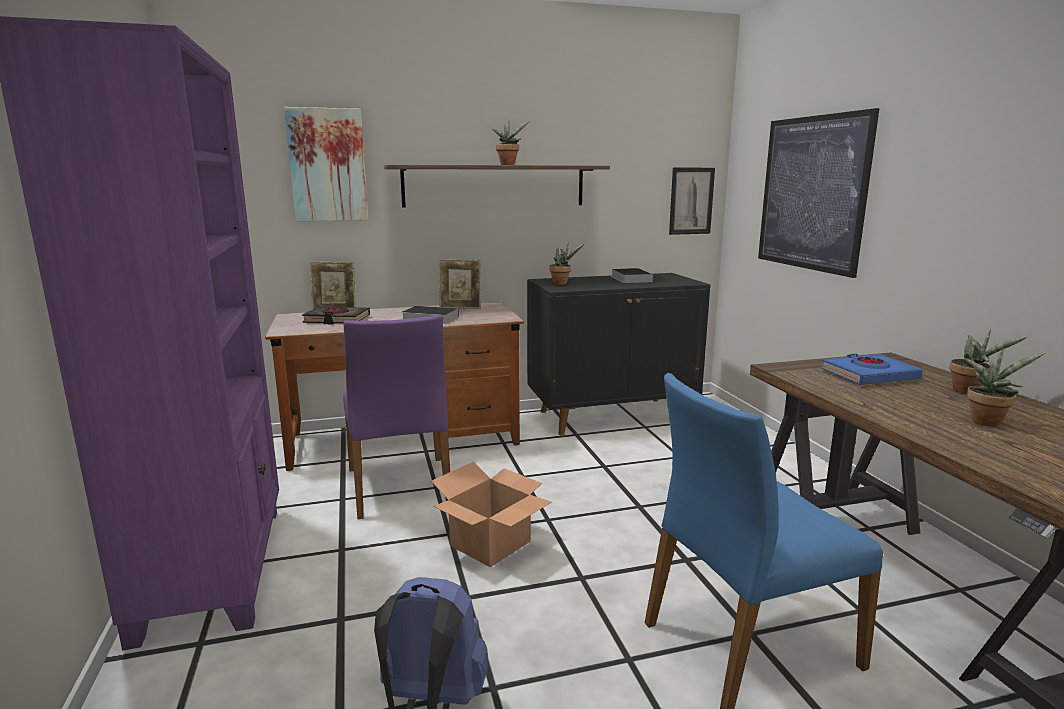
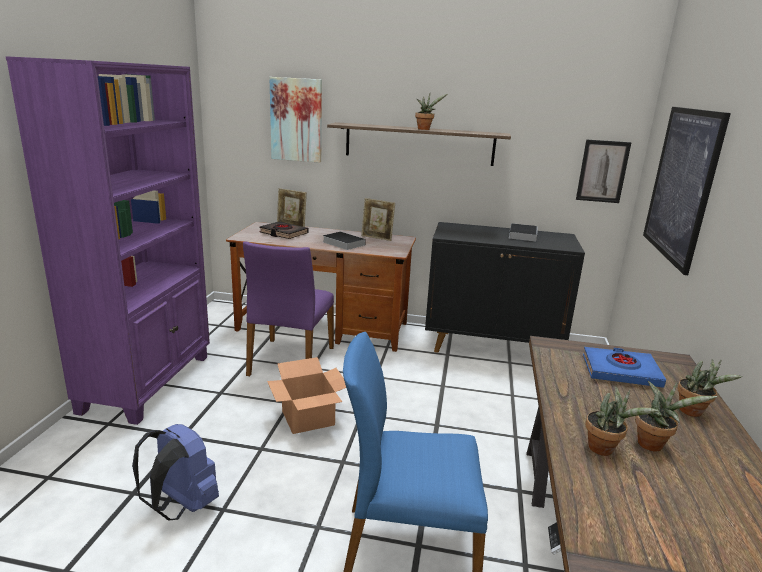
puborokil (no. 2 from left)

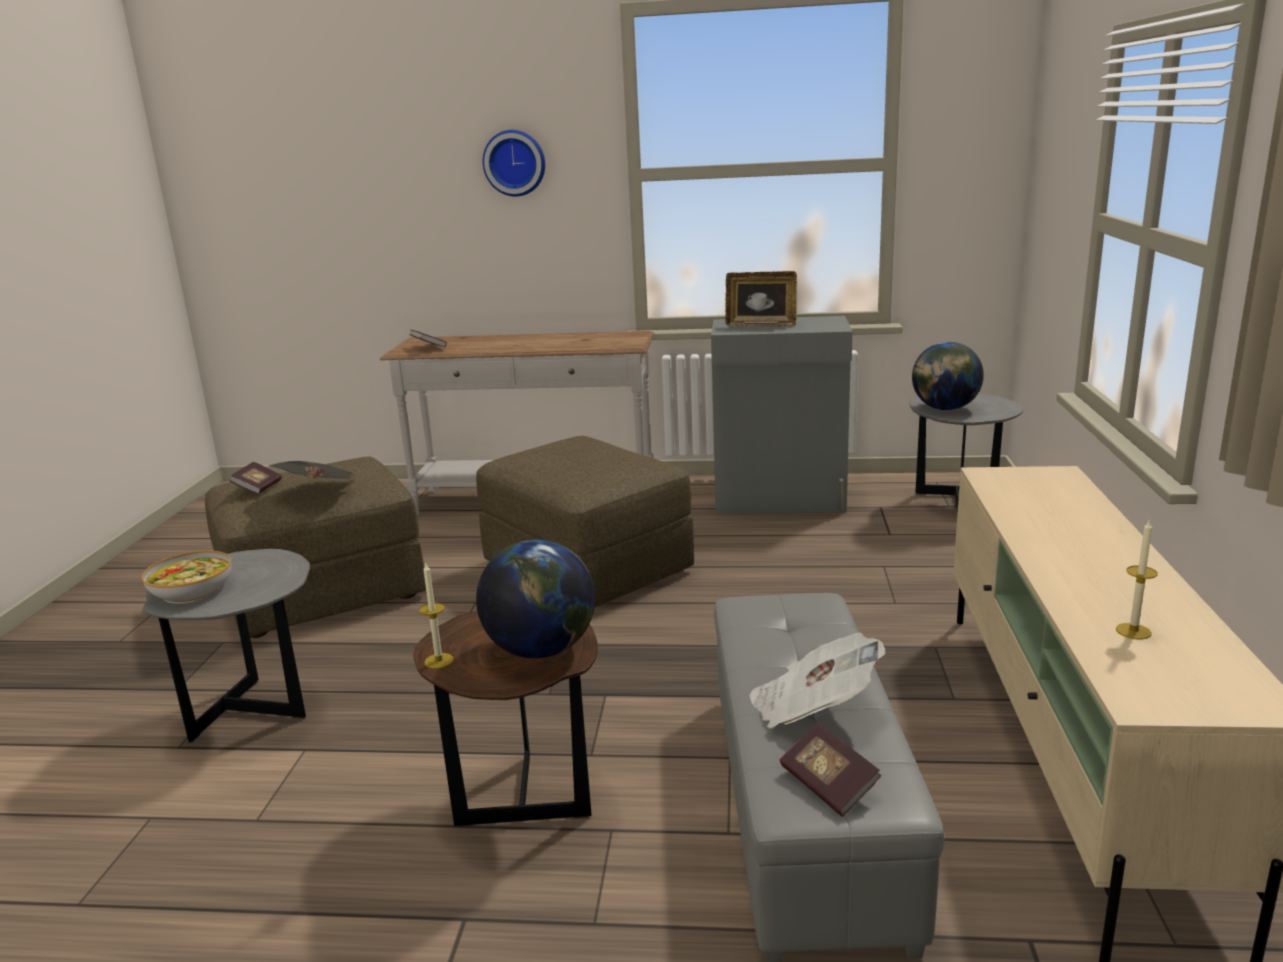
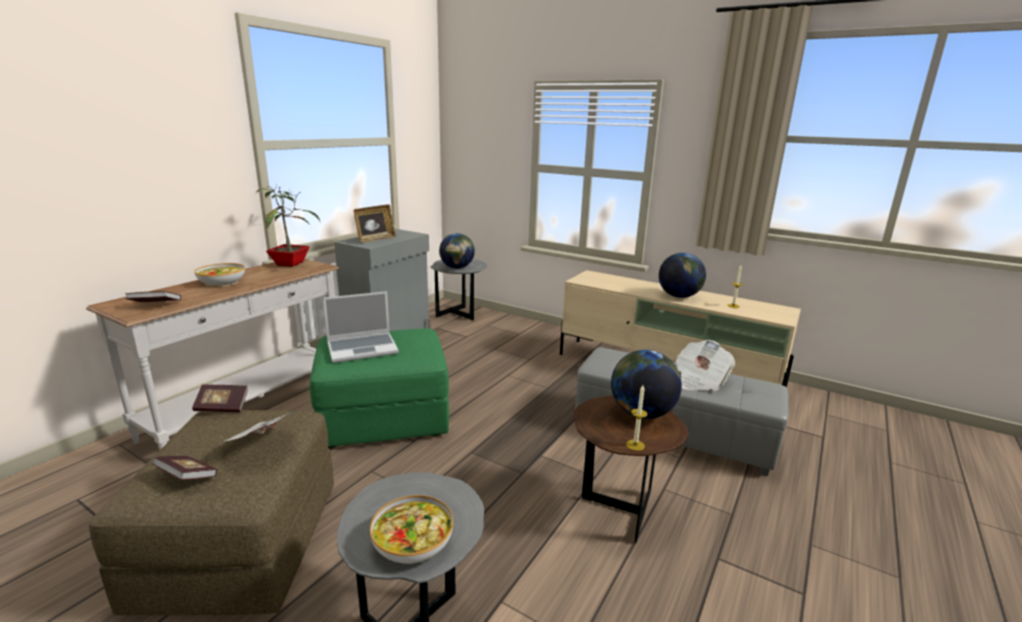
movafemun (no. 3 from left)
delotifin (no. 1 from left)
puborokil
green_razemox
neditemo
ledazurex (no. 3 from left)
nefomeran

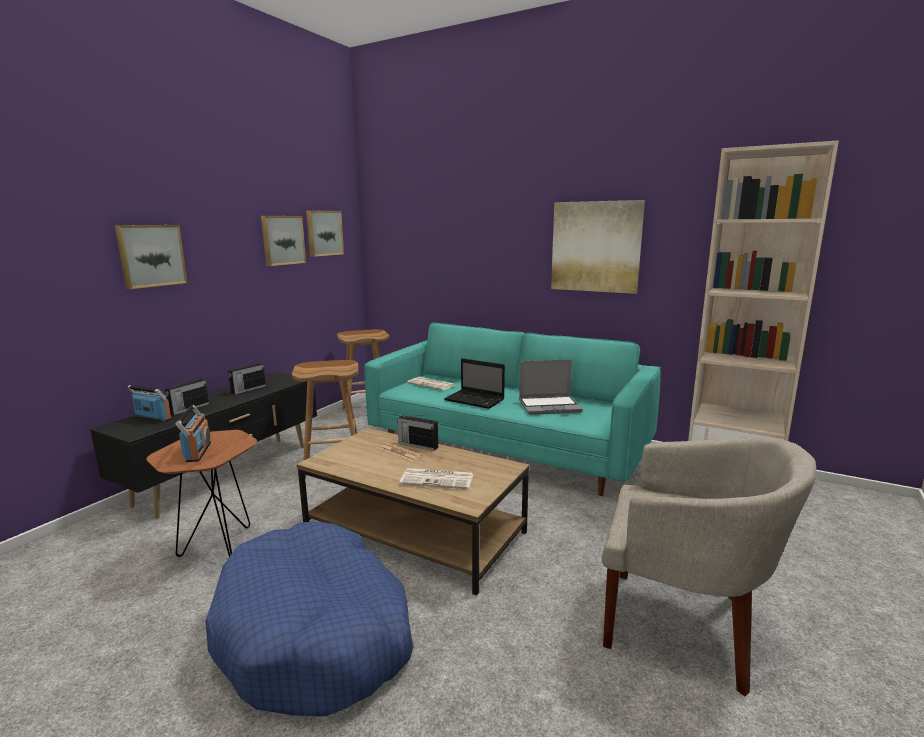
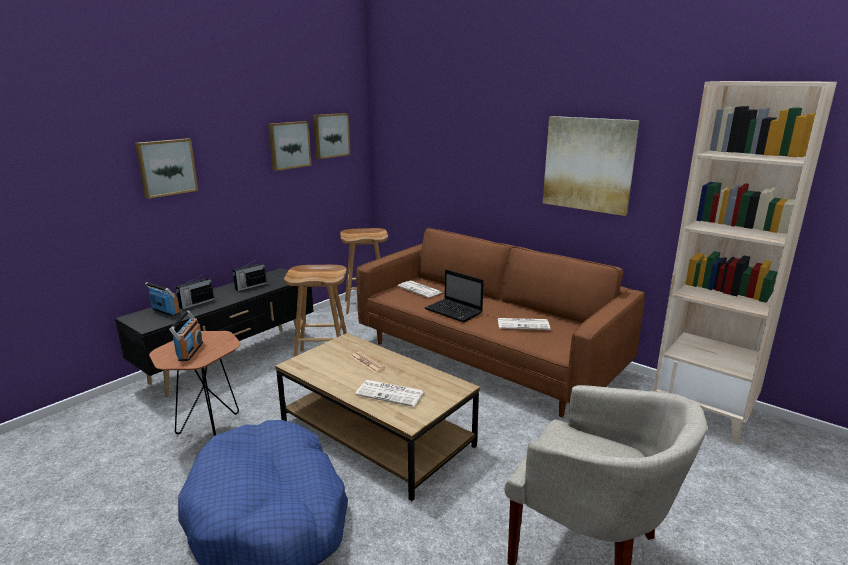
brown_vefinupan
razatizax (no. 4 from left)
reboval (no. 5 from left in the first image)

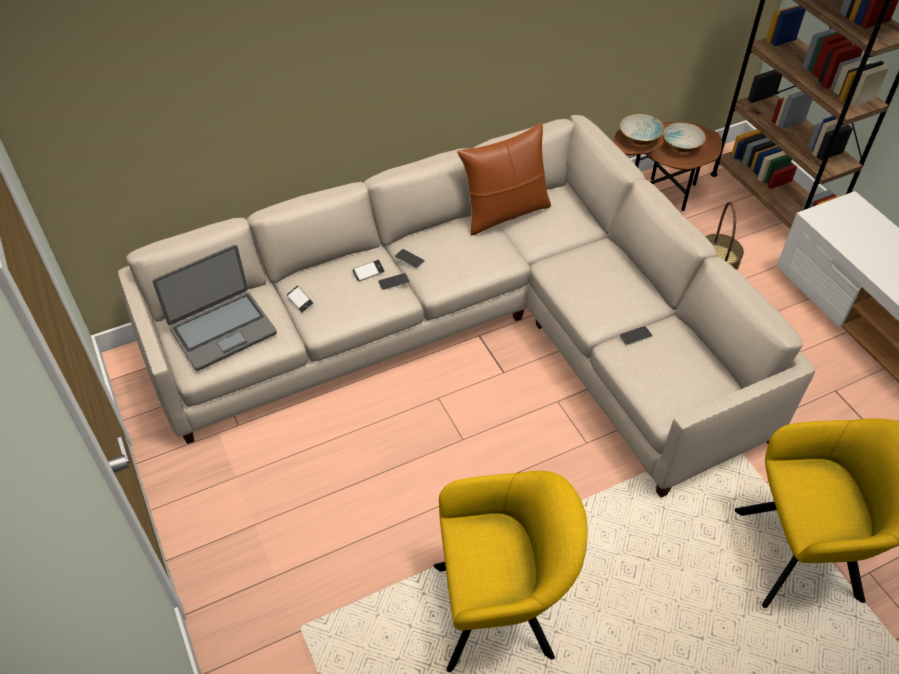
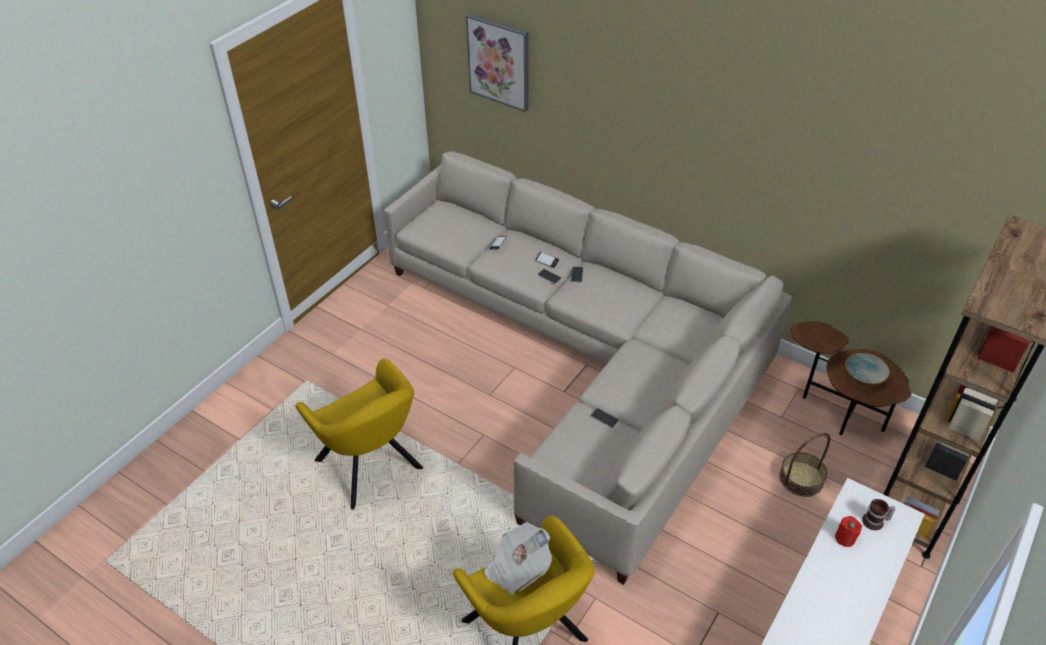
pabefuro
razatizax
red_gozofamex
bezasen
neditemo
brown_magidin
delotifin (no. 1 from left in the first image)

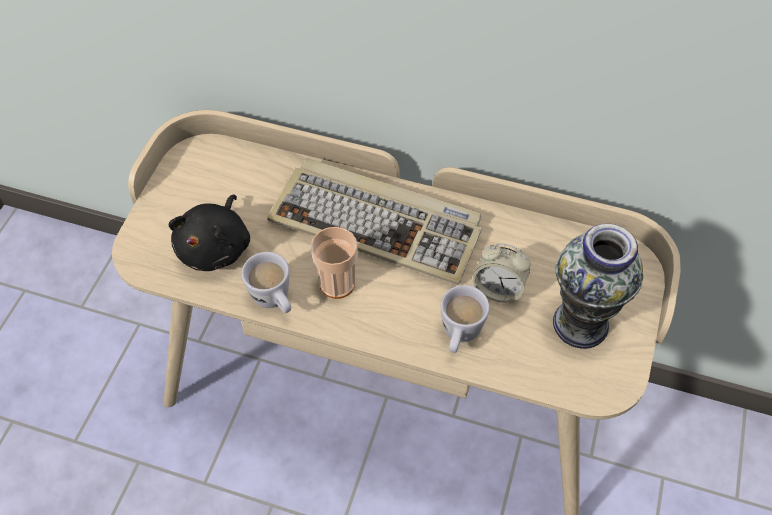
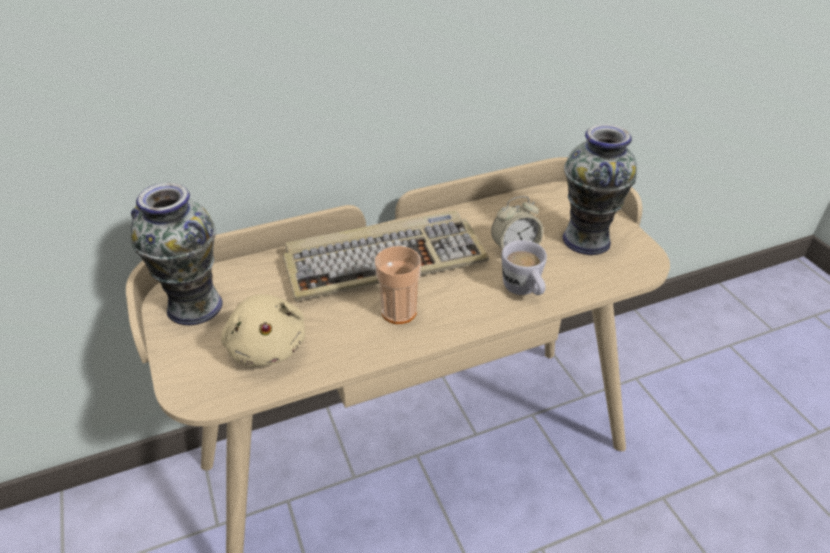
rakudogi (no. 1 from left)
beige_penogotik
white_bezasen (no. 1 from left in the first image)

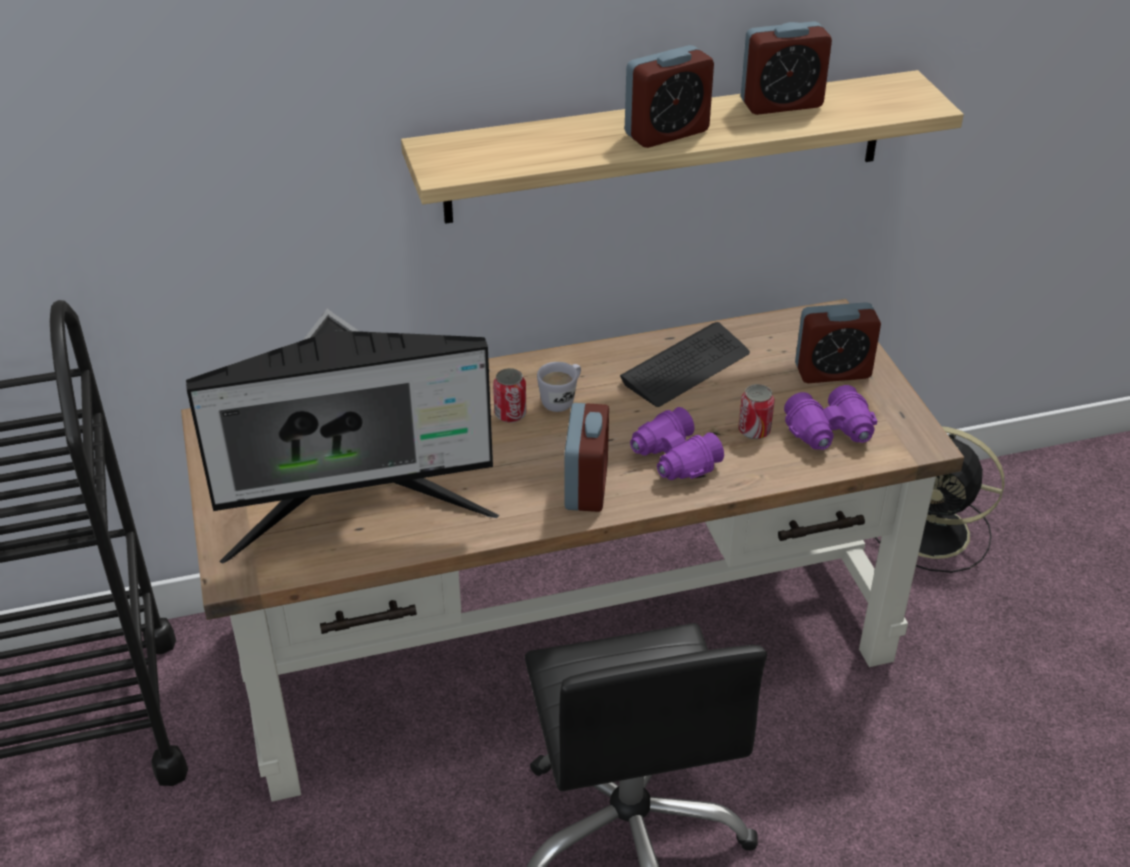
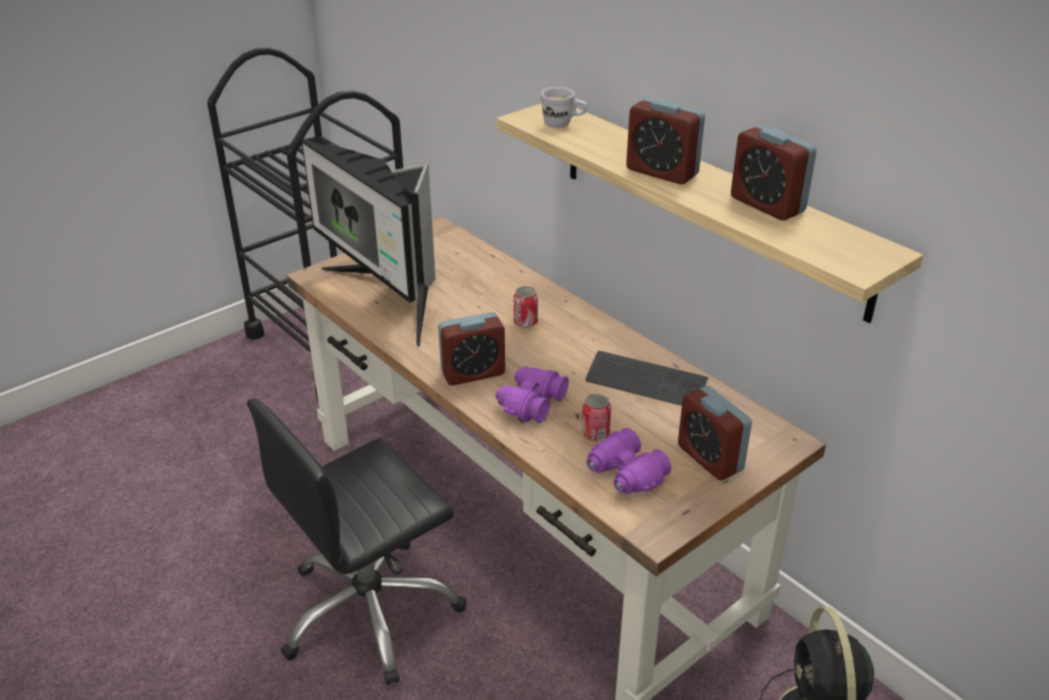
white_bezasen

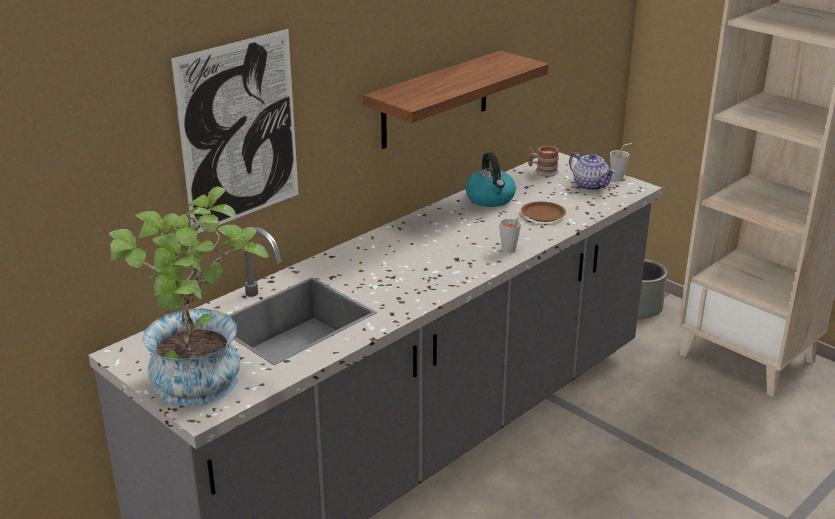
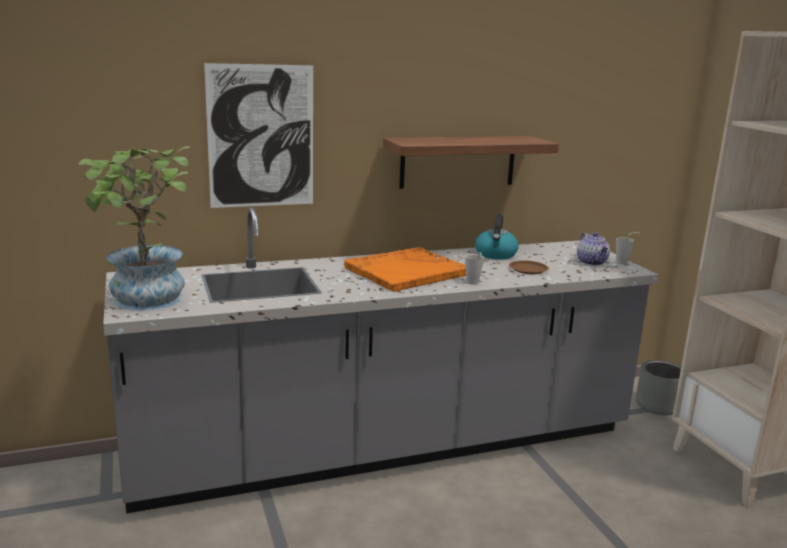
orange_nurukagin
bezasen

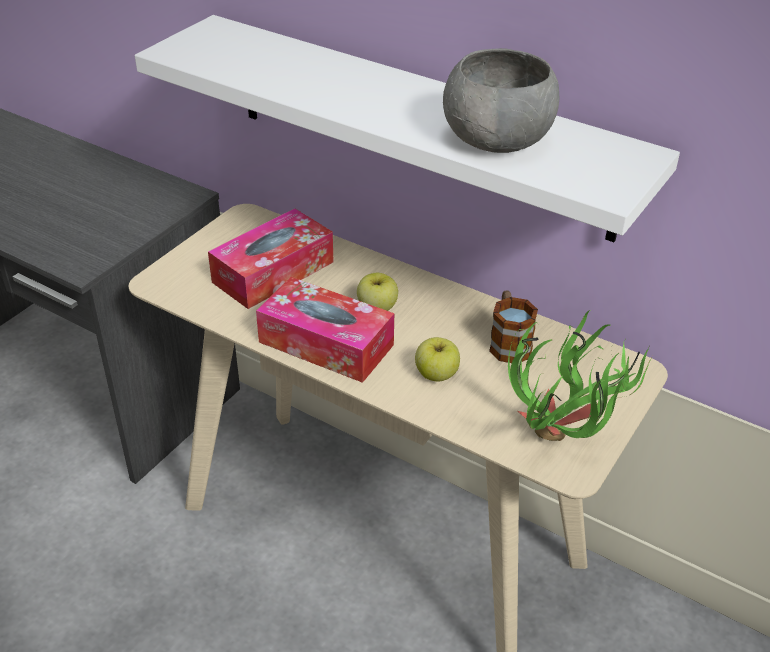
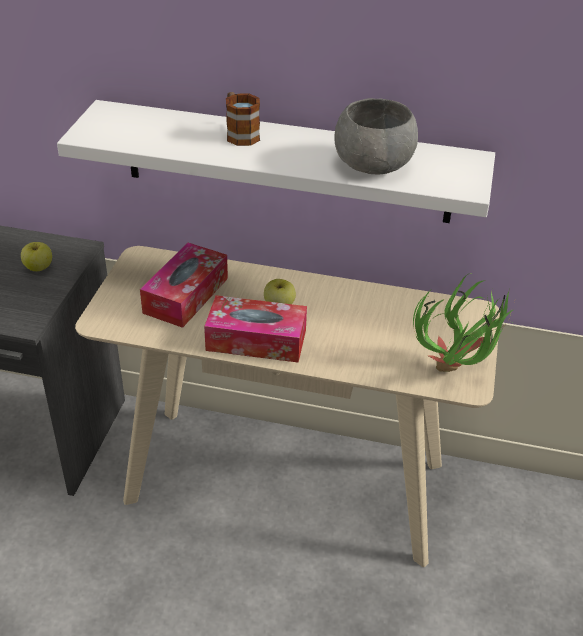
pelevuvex (no. 1 from left)
bezasen

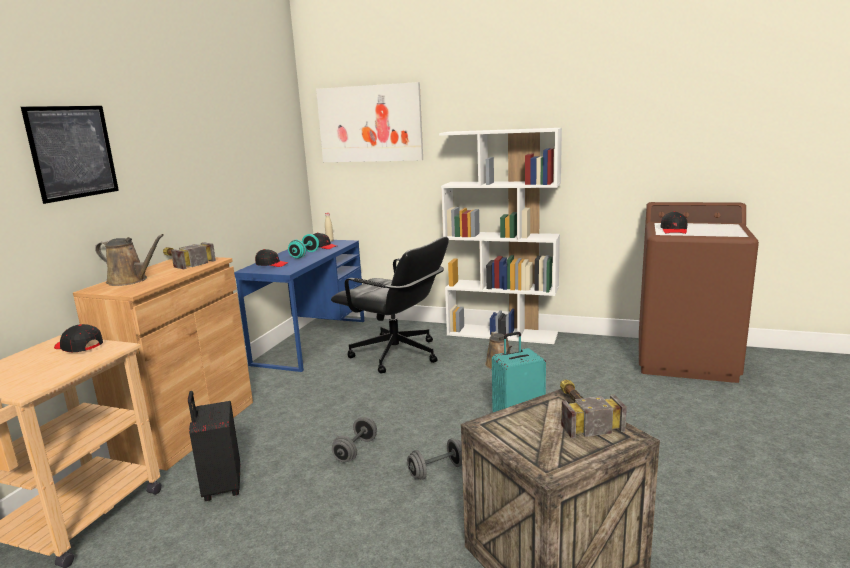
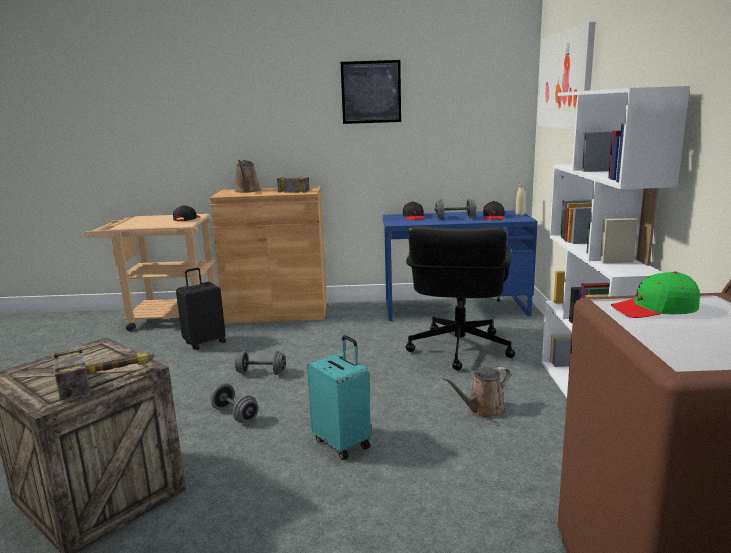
pabefuro (no. 1 from left)
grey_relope (no. 3 from left)
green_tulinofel

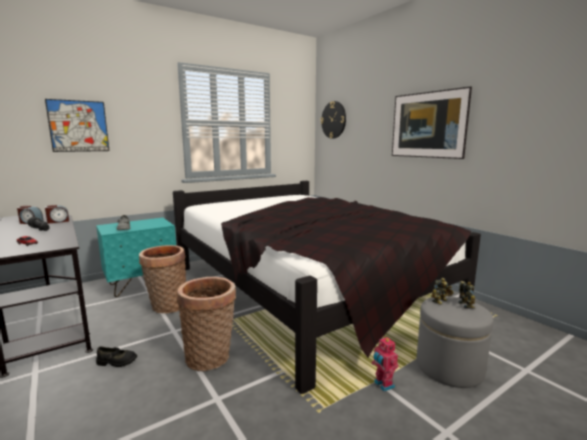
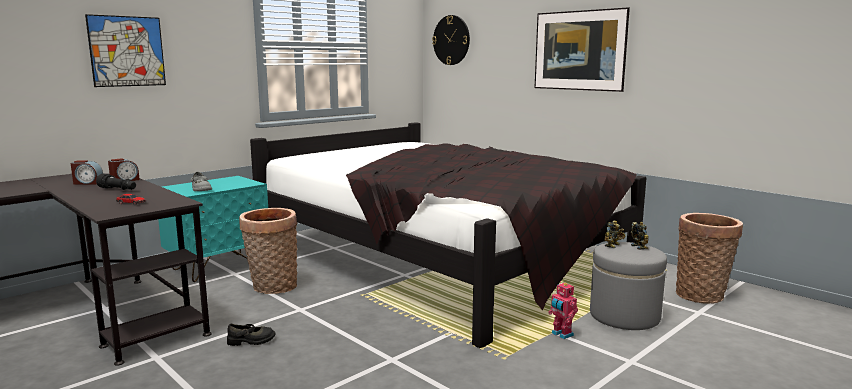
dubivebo (no. 2 from left)

